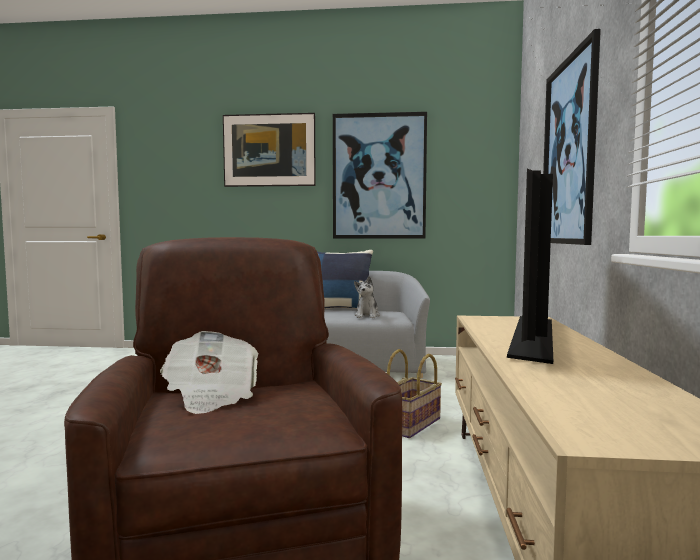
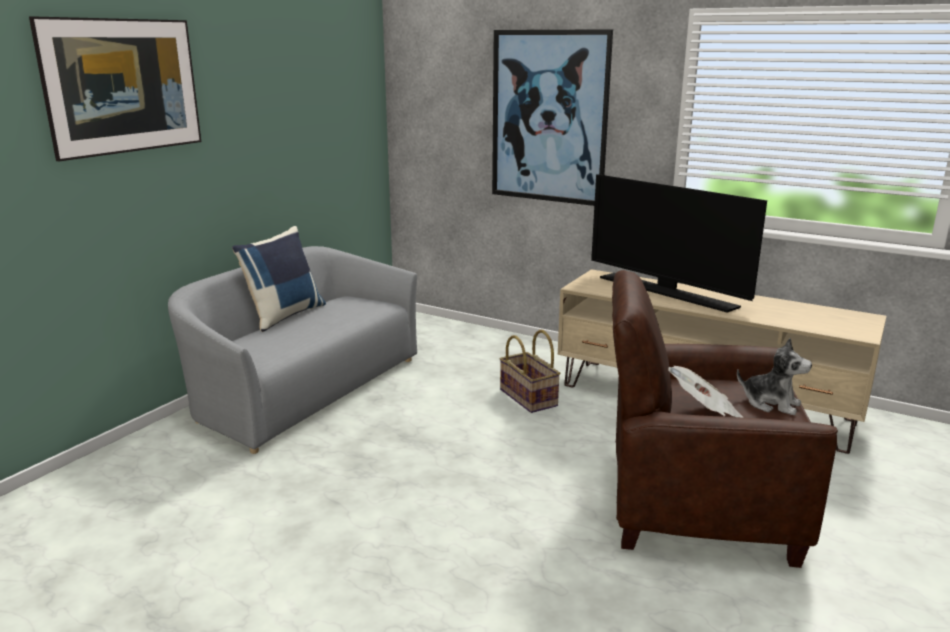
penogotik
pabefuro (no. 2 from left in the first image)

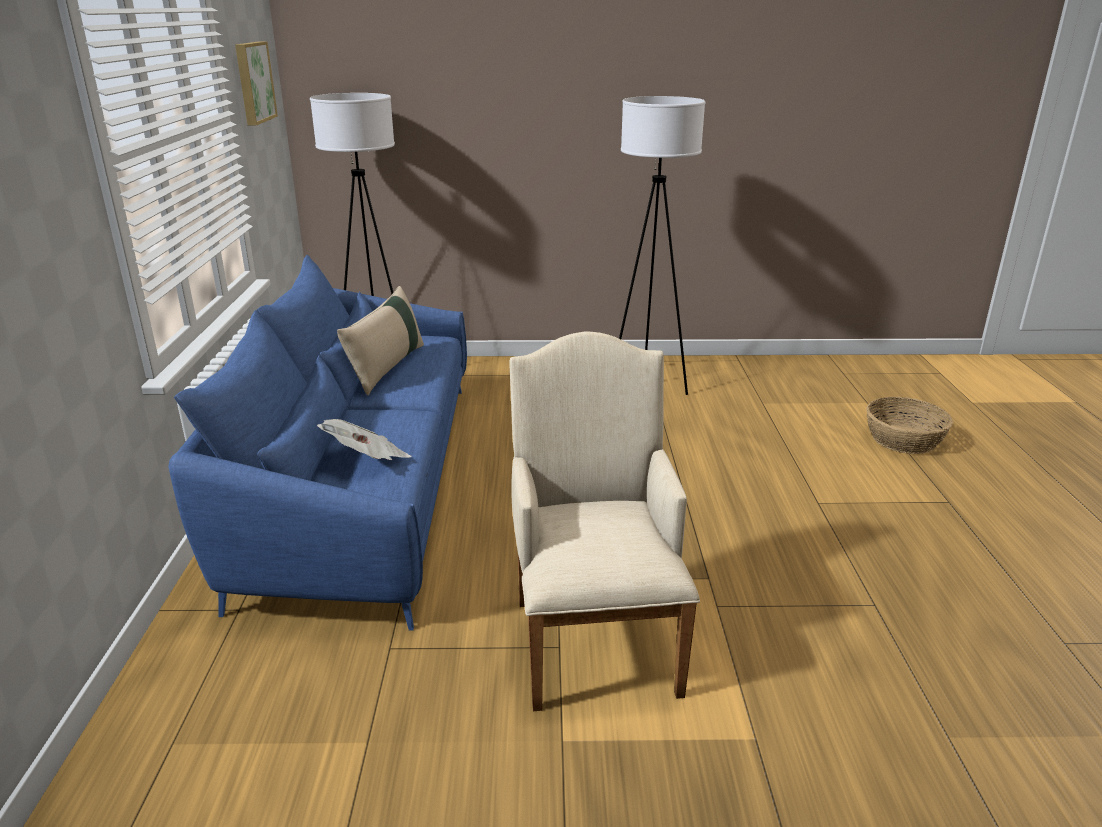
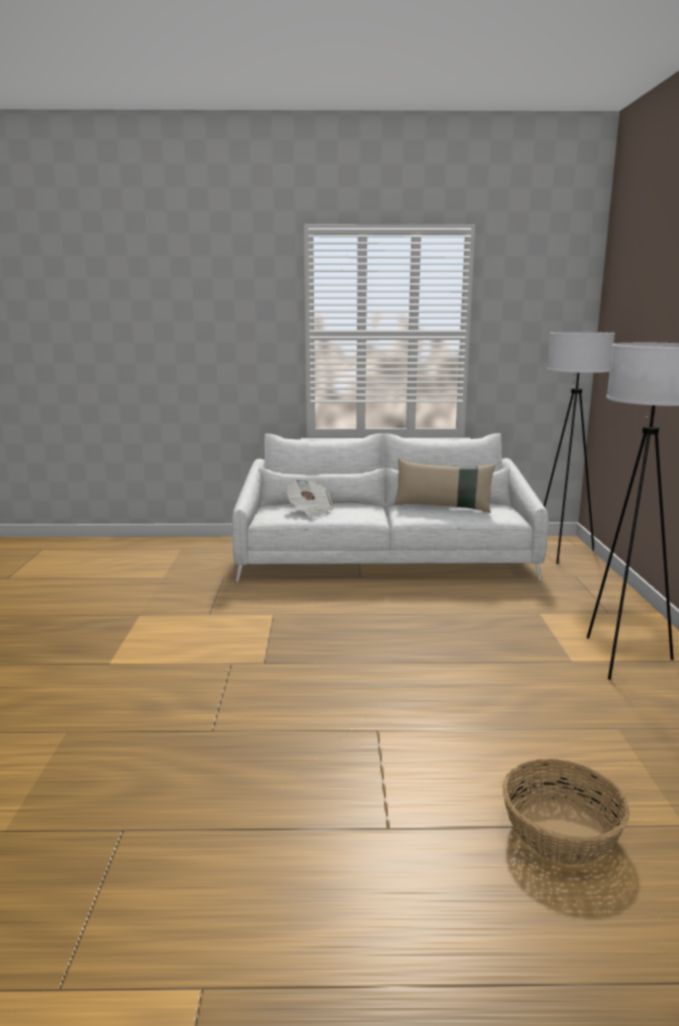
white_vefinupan
pabefuro
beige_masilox

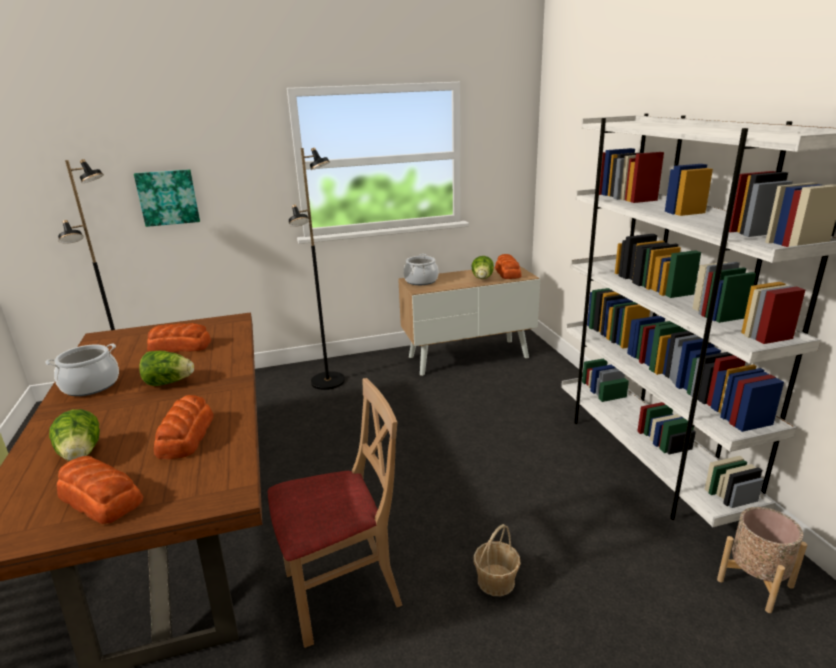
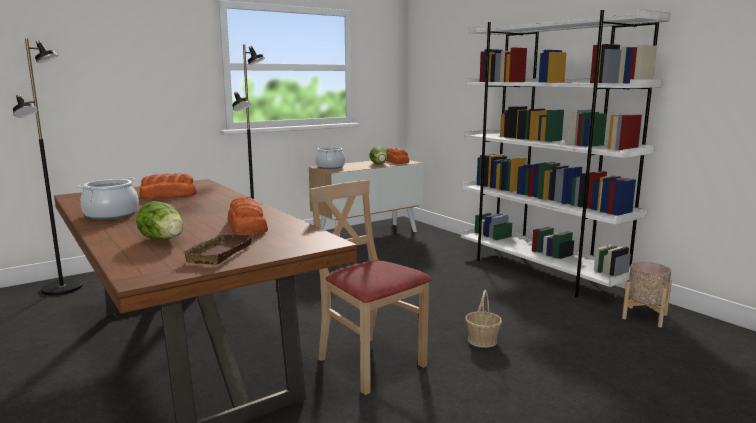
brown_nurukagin
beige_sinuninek
pabefuro
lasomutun (no. 2 from left in the first image)

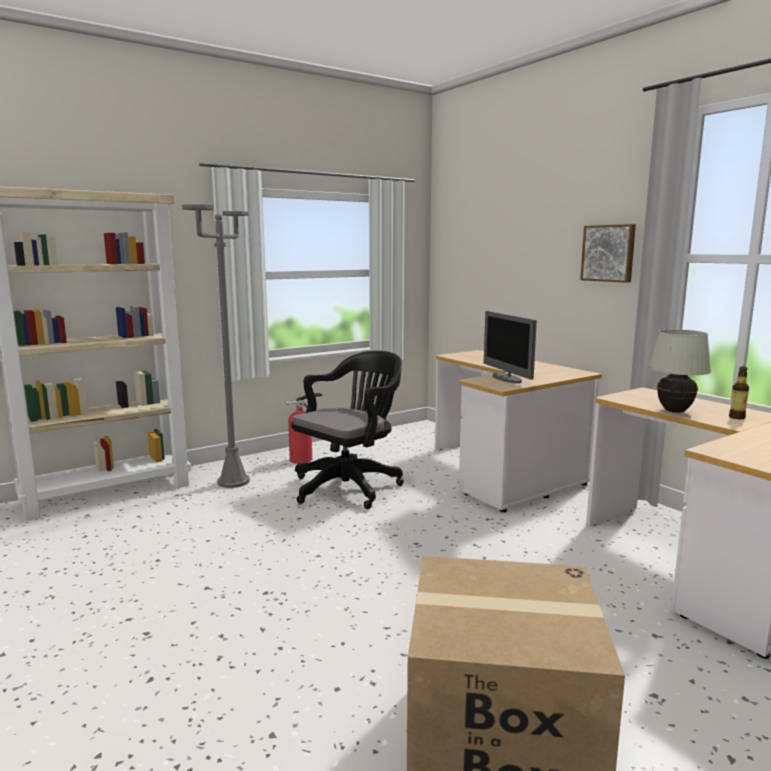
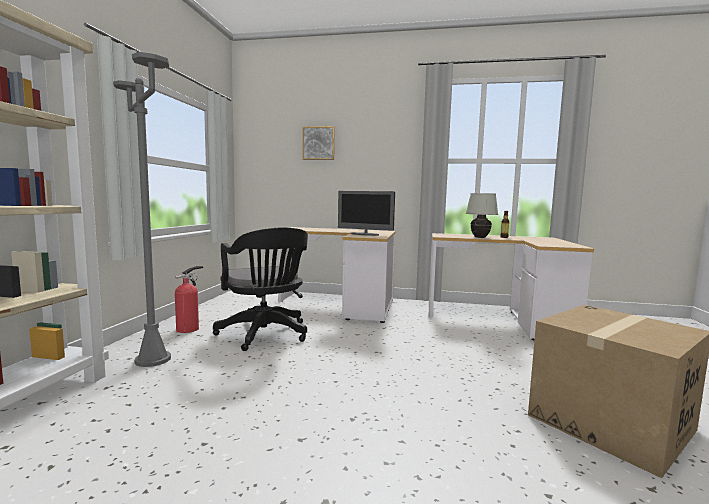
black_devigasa
pabefuro

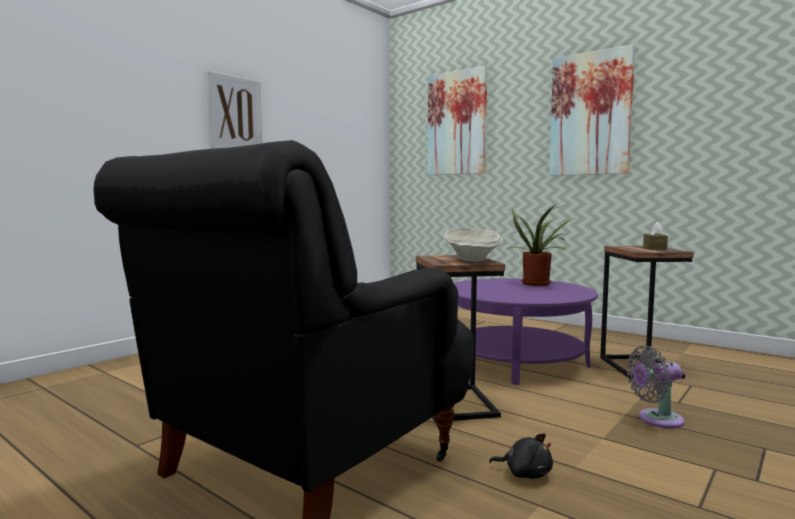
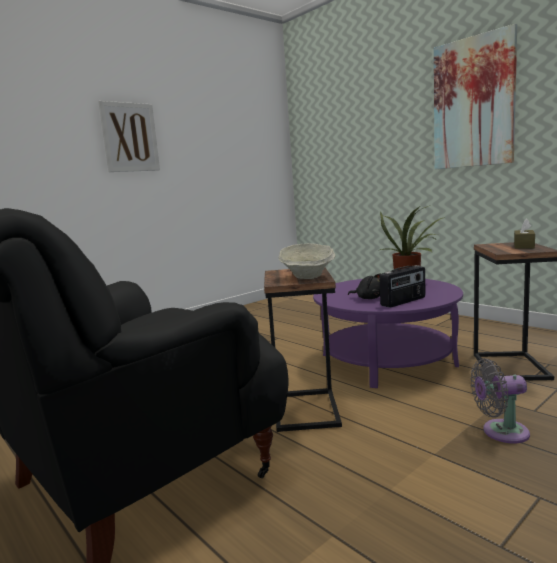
black_penogotik
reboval
pabefuro (no. 2 from left in the first image)

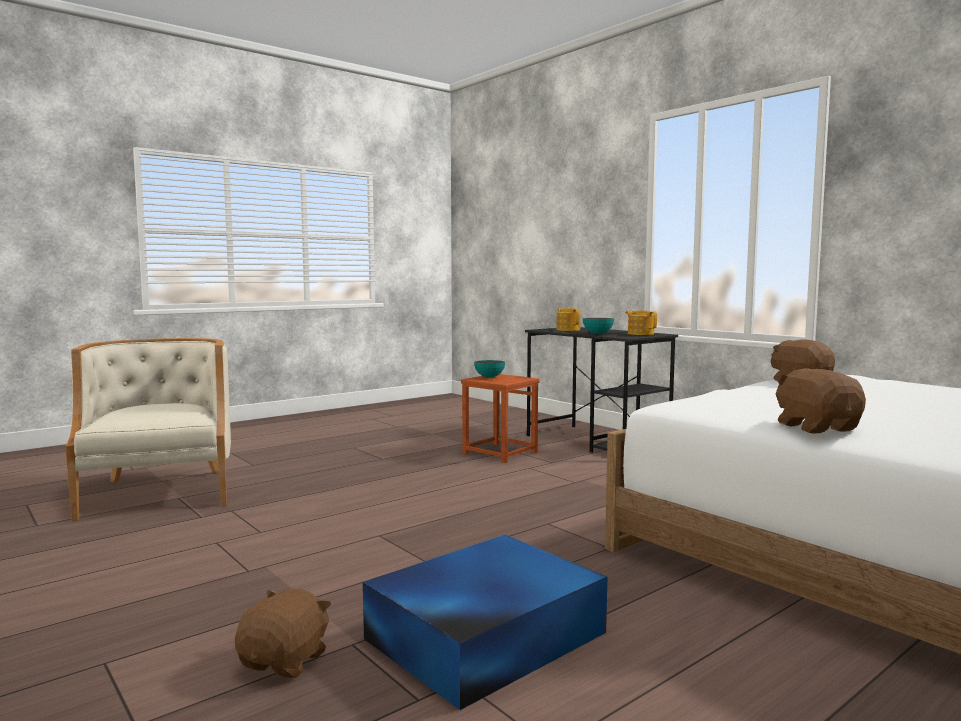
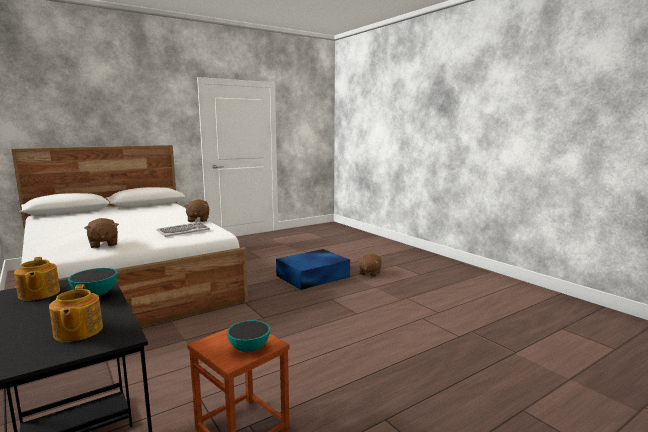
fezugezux
beige_masilox

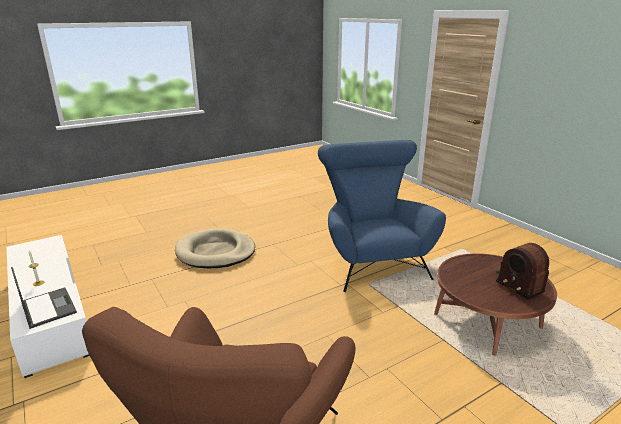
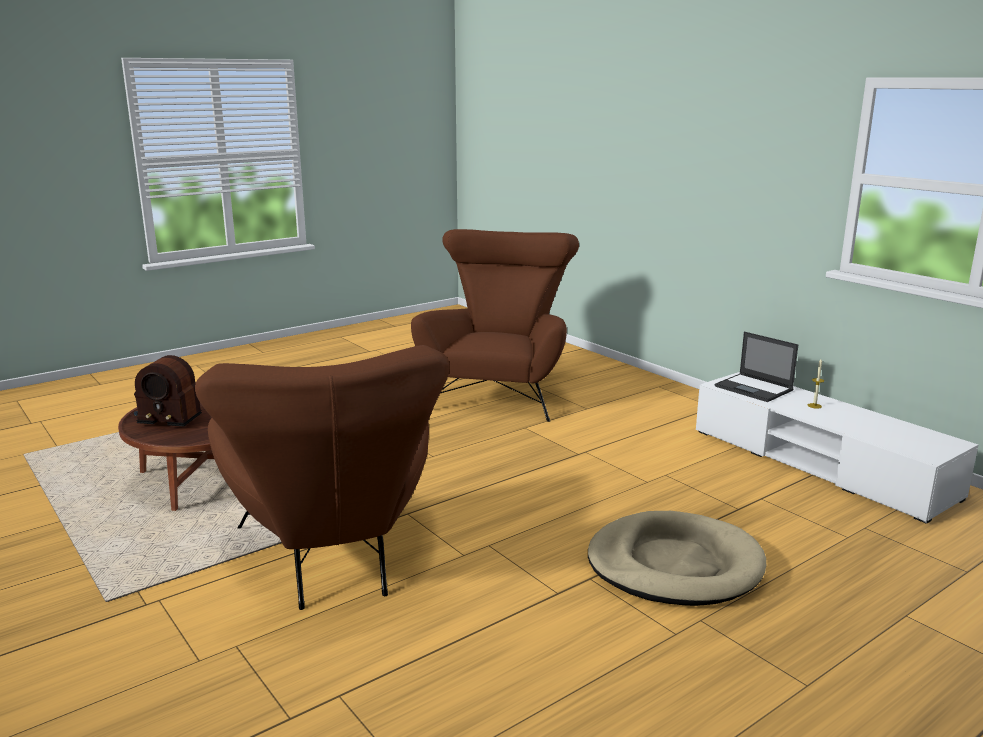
reboval
brown_masilox (no. 1 from left)

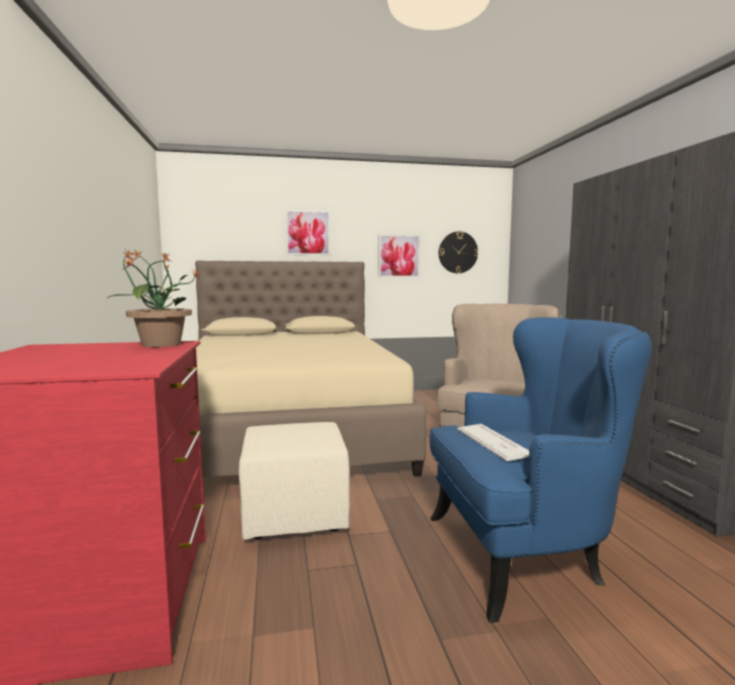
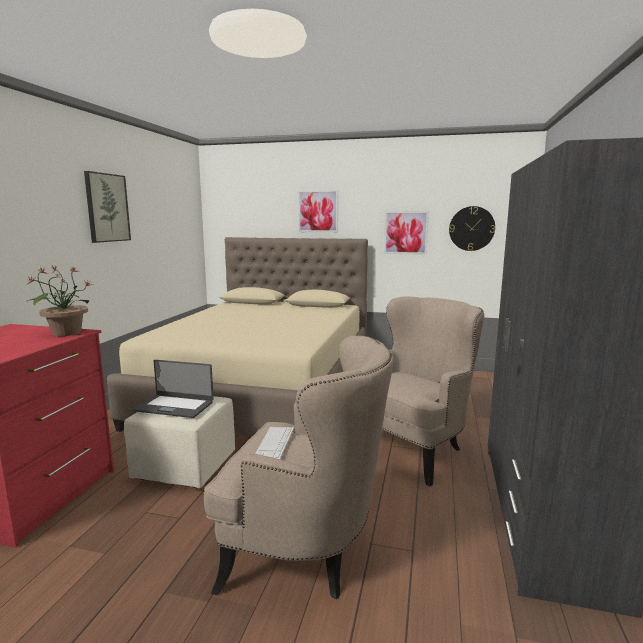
pabefuro (no. 1 from left)
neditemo
beige_masilox (no. 1 from left)

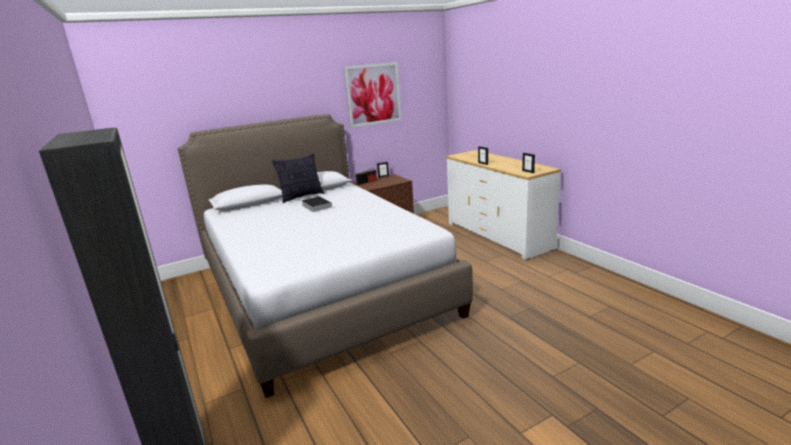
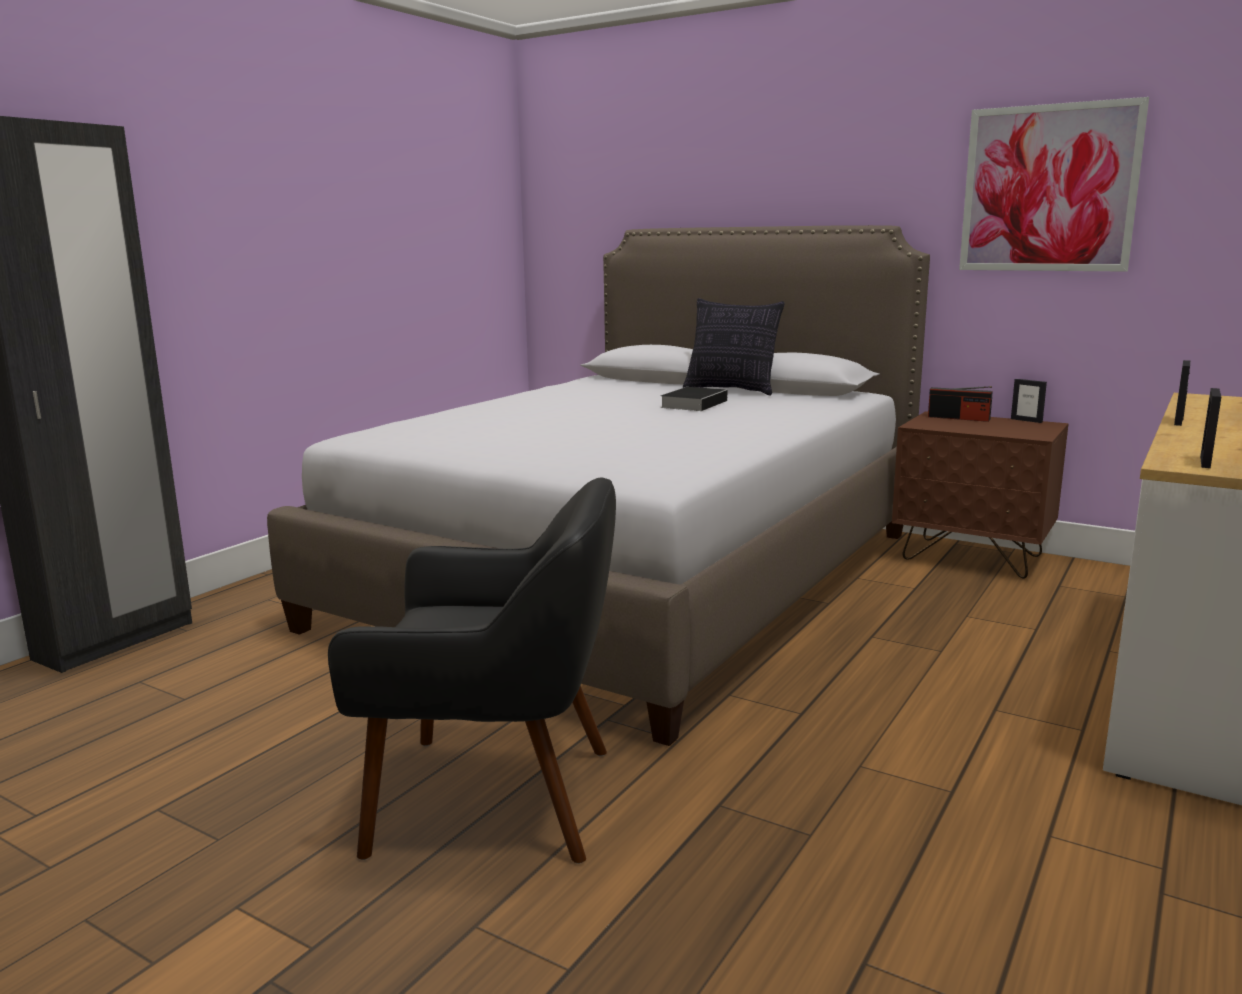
black_masilox

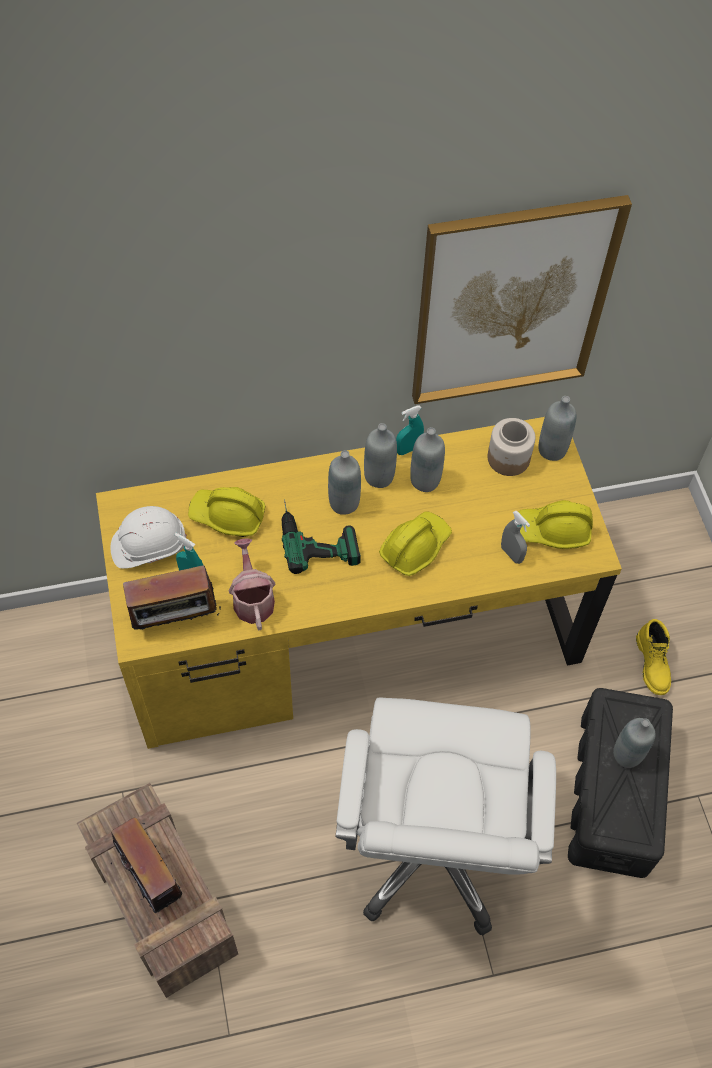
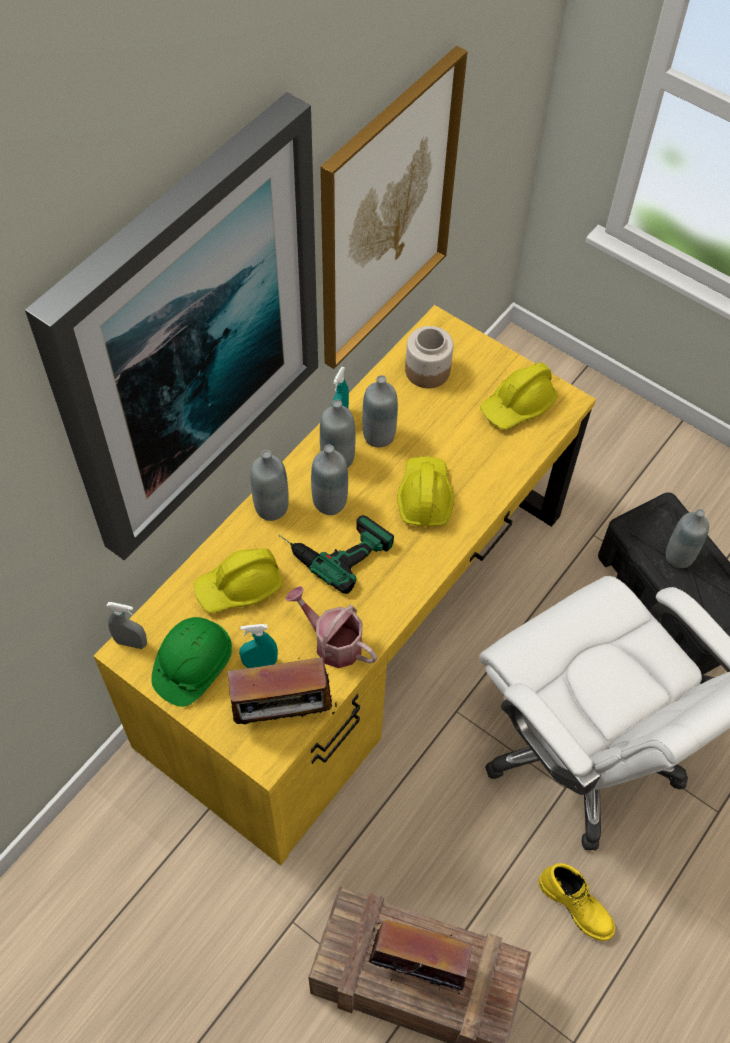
pabefuro (no. 1 from left)
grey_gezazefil
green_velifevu
reboval (no. 1 from left)
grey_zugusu (no. 1 from left)
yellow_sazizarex

